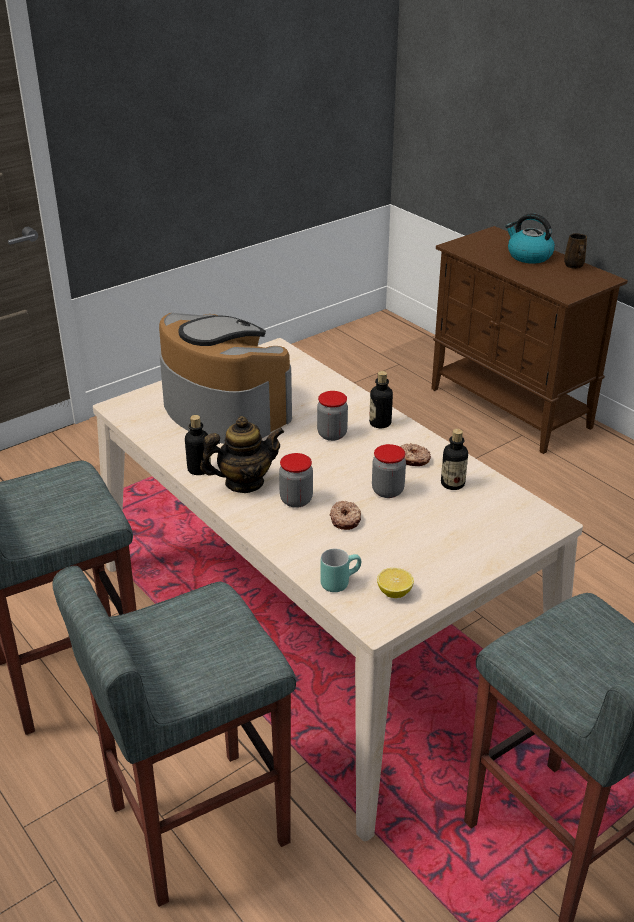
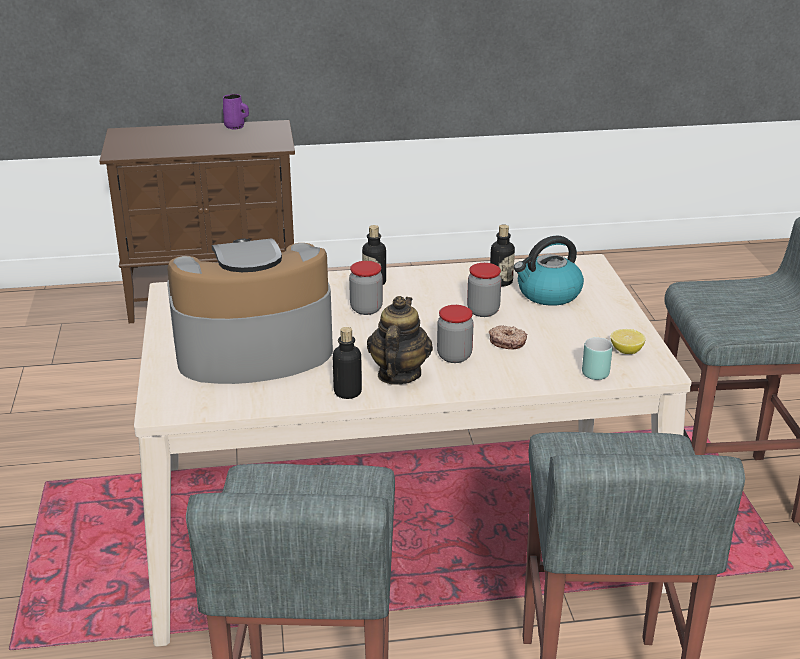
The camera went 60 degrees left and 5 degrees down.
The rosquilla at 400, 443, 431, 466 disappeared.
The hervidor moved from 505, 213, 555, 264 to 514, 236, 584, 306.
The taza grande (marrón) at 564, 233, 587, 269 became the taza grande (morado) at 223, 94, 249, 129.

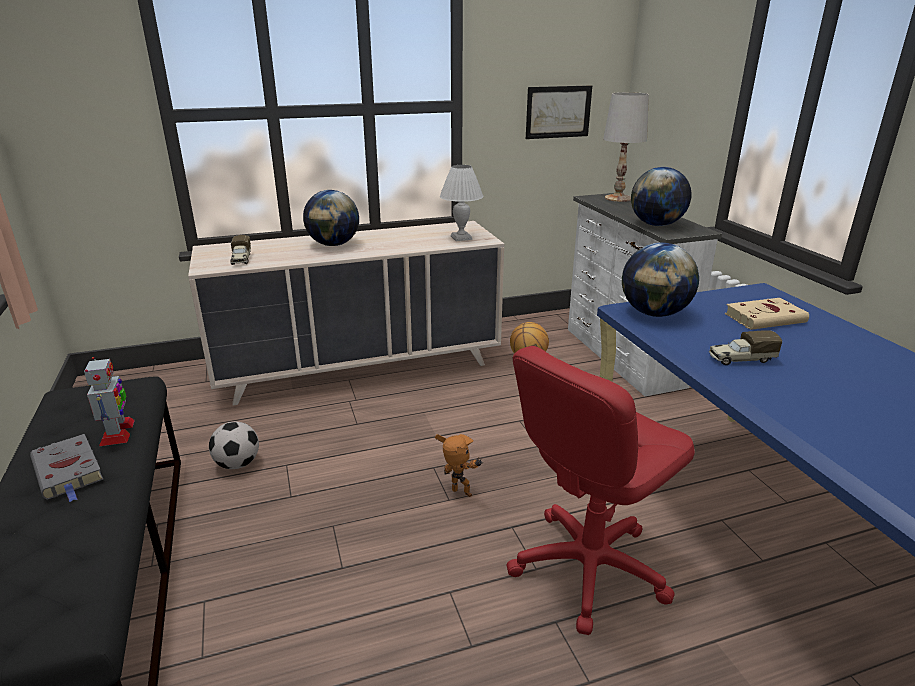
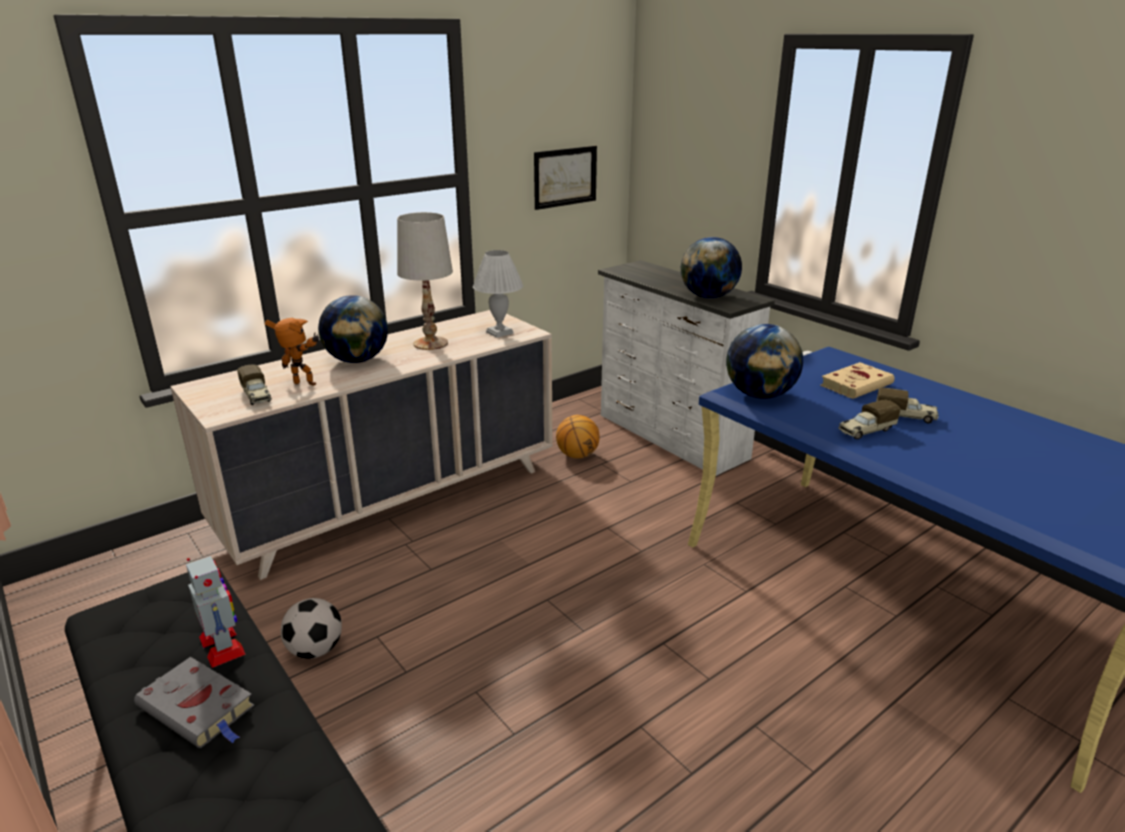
The camera went 20 degrees left and 0 degrees up.
The silla de oficina (rojo) at 507, 346, 695, 635 disappeared.
The camión de juguete at 876, 387, 939, 423 appeared.
The robot de juguete moved from 435, 434, 483, 497 to 264, 318, 321, 386.
The lámpara de mesa (blanco) moved from 603, 92, 649, 202 to 397, 212, 453, 350.

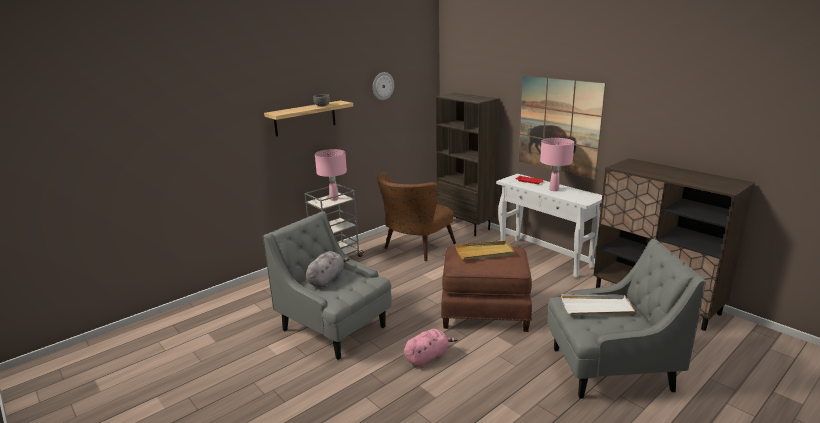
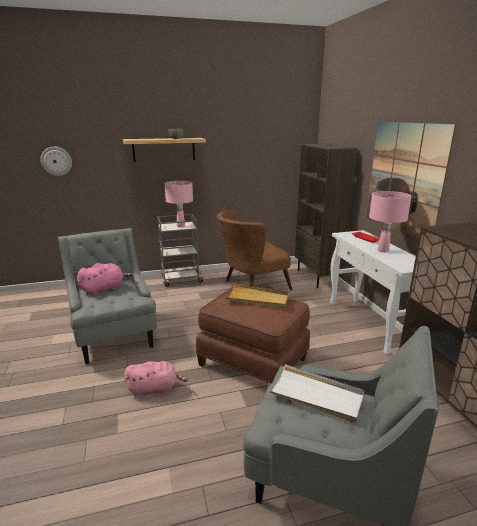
The camera went 25 degrees right and 0 degrees up.
The reloj de pared moved from 373, 72, 394, 100 to 41, 147, 72, 176.
The peluche (gris) at 306, 251, 350, 288 became the peluche (rosa) at 77, 263, 133, 295.

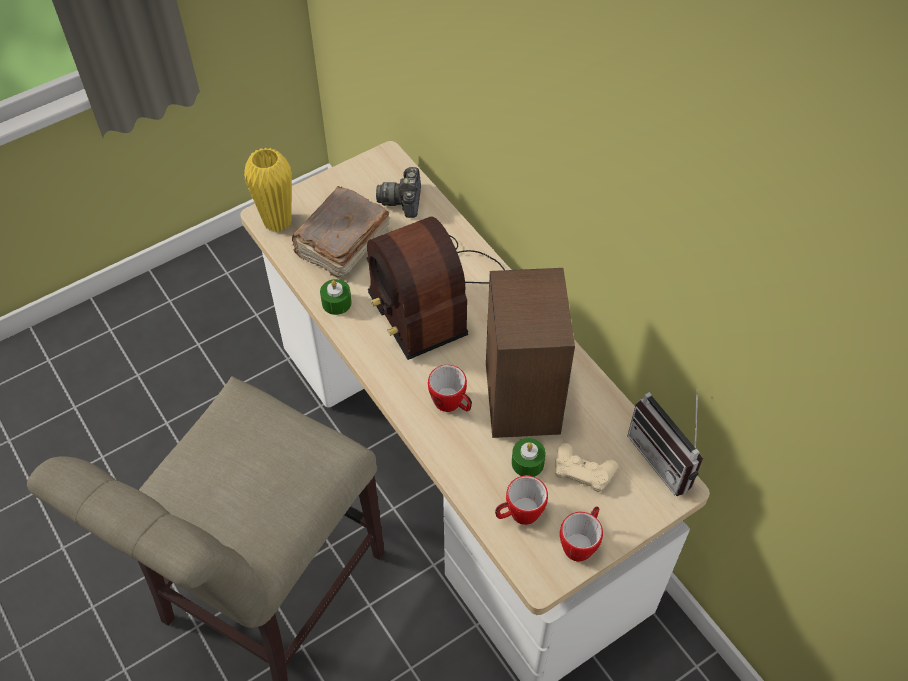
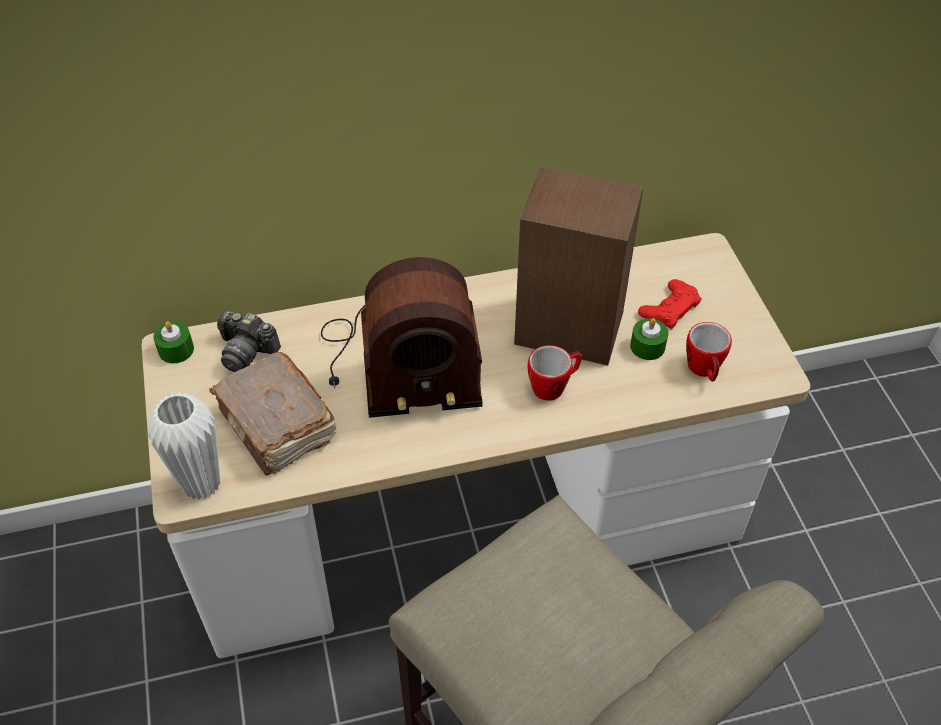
The camera went 70 degrees left and 5 degrees down.
The taza grande at 560, 507, 603, 562 disappeared.
The radio at 628, 389, 703, 496 disappeared.
The vela (verde) moved from 320, 279, 352, 315 to 153, 321, 194, 363.
The florero (amarillo) at 244, 148, 292, 232 became the florero (blanco) at 148, 392, 220, 500.
The mando de consola (beis) at 555, 443, 618, 492 became the mando de consola (rojo) at 638, 279, 702, 329.

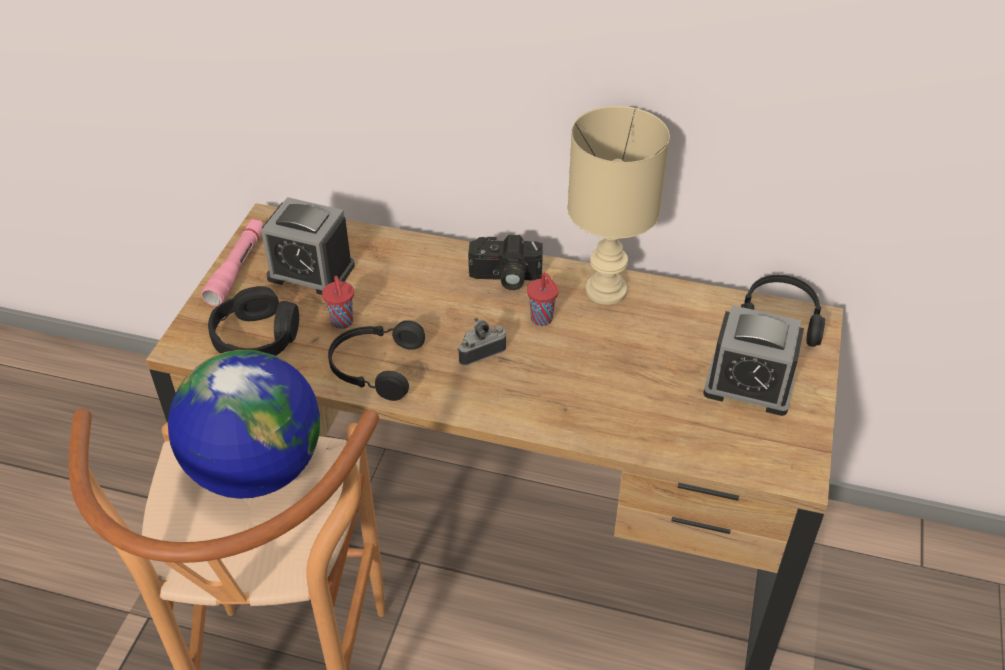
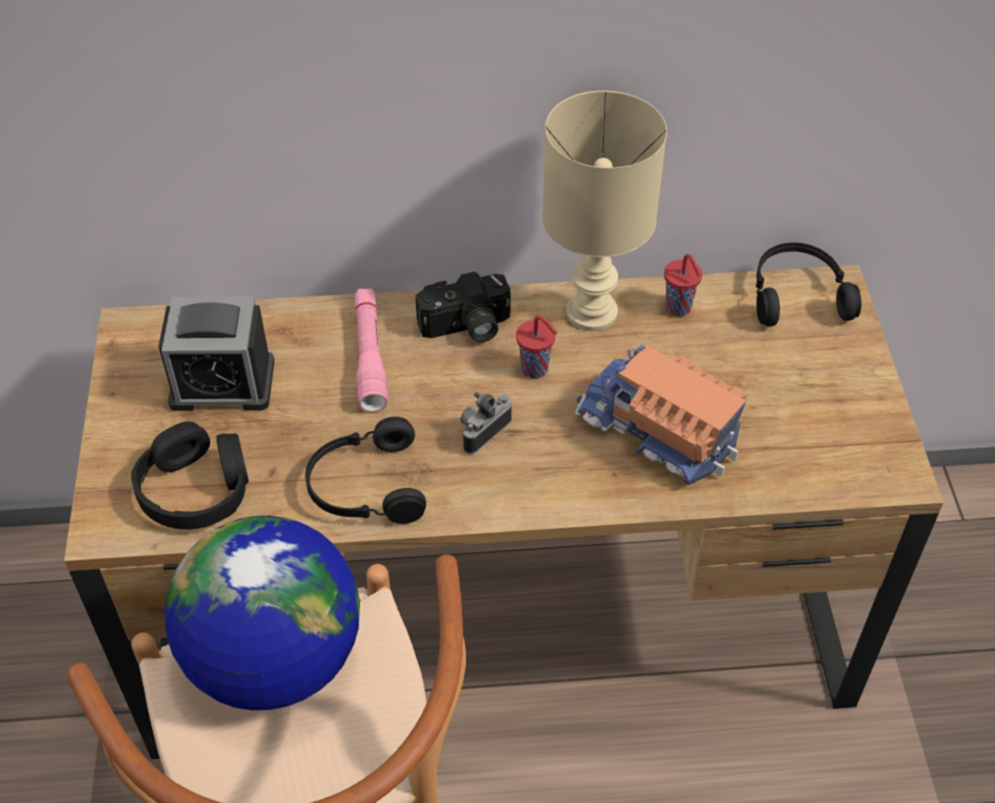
The camera went 20 degrees left and 5 degrees up.
The despertador at 703, 305, 804, 416 disappeared.
The camión de juguete at 575, 345, 747, 485 appeared.
The linterna (rosa) moved from 201, 219, 263, 306 to 355, 288, 388, 412.
The taza (rojo) moved from 322, 276, 354, 329 to 664, 254, 702, 316.

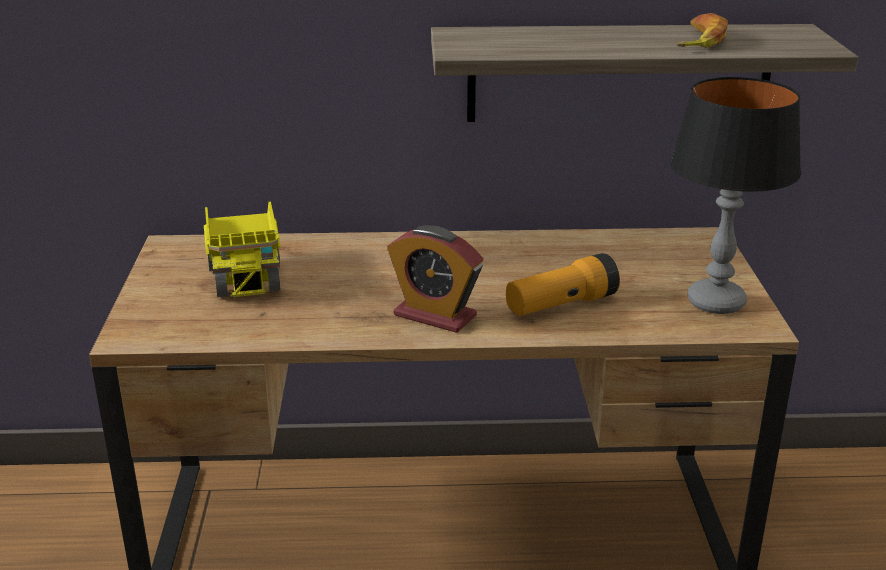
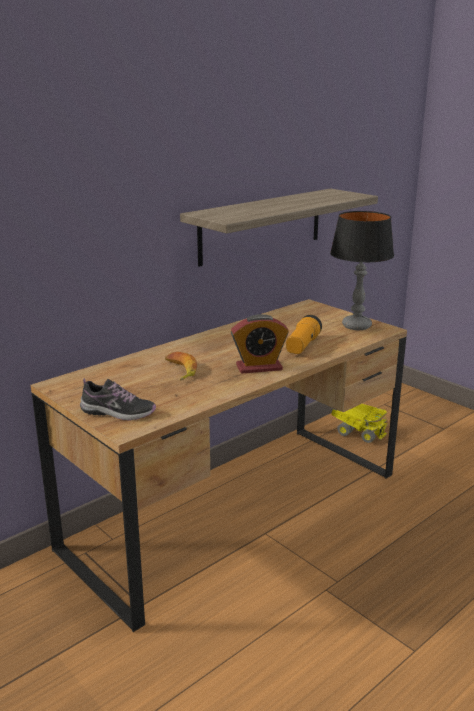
The camera went 40 degrees left and 5 degrees down.
The zapato at 80, 378, 156, 421 appeared.
The camión de juguete moved from 204, 202, 281, 299 to 331, 404, 388, 443.
The plátano moved from 676, 13, 728, 47 to 165, 352, 197, 380.

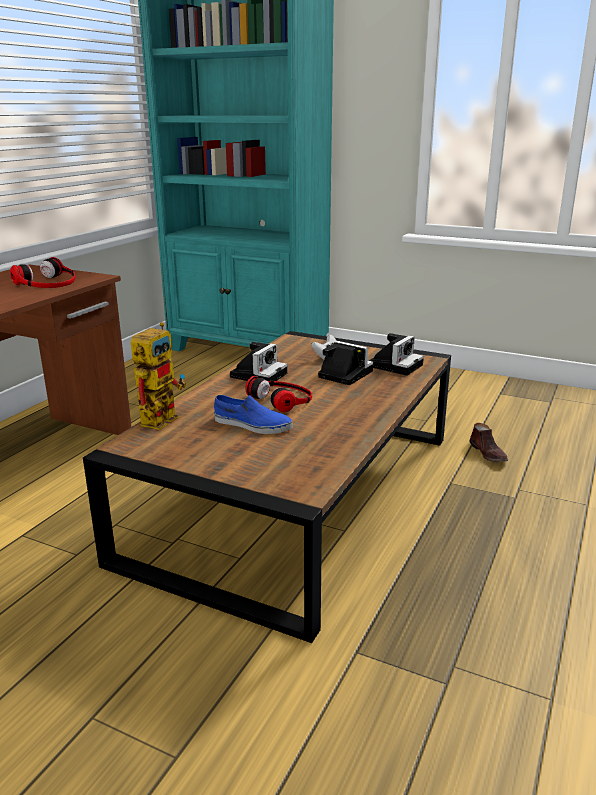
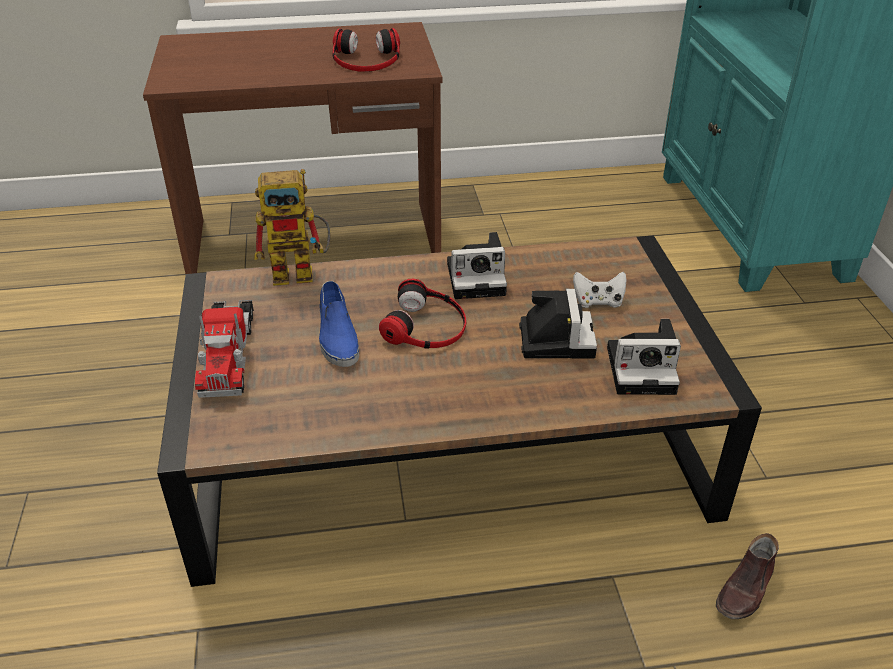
The camera went 55 degrees right and 15 degrees up.
The camión de juguete at 195, 300, 254, 398 appeared.

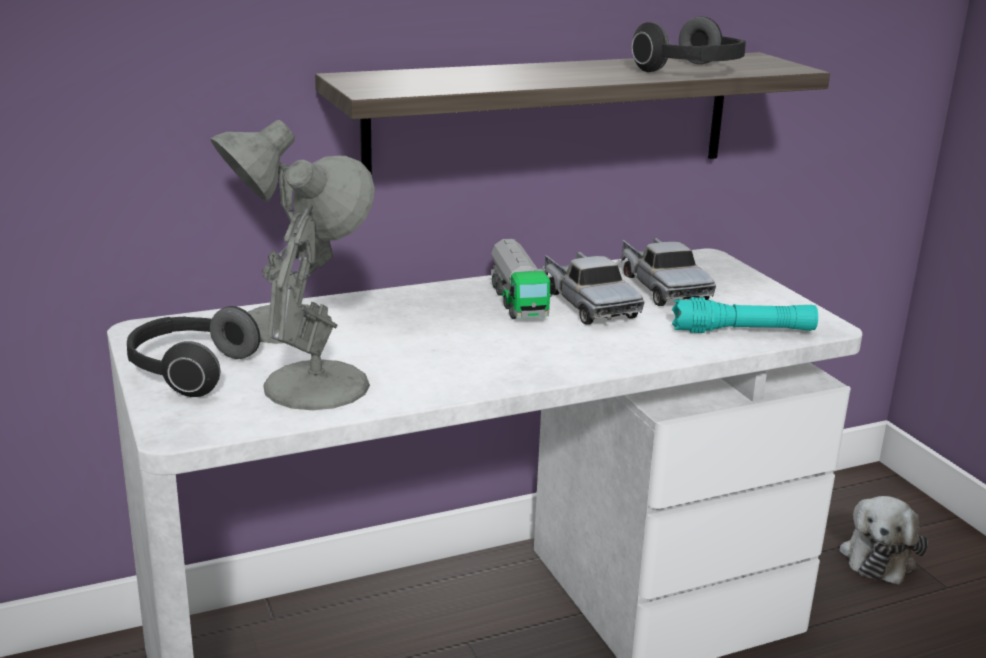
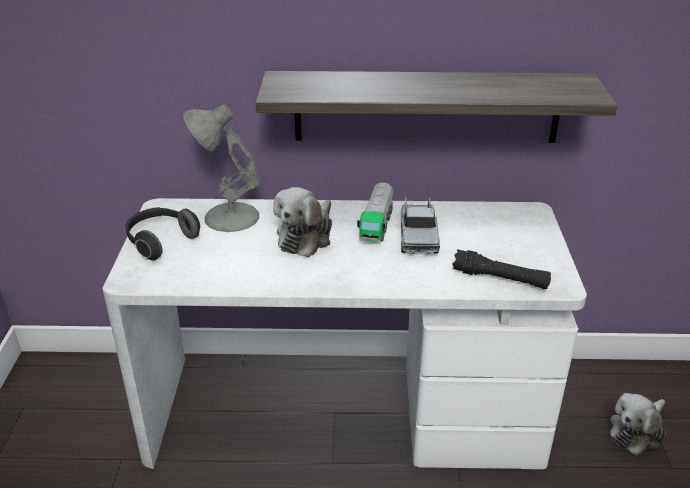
The camera went 25 degrees right and 10 degrees up.
The lámpara de mesa (gris) at 263, 156, 375, 410 disappeared.
The camión de juguete at 621, 238, 716, 306 disappeared.
The auriculares at 632, 16, 746, 72 disappeared.
The peluche at 273, 187, 332, 257 appeared.
The linterna (turquesa) at 672, 297, 818, 333 became the linterna (negro) at 452, 249, 551, 289.

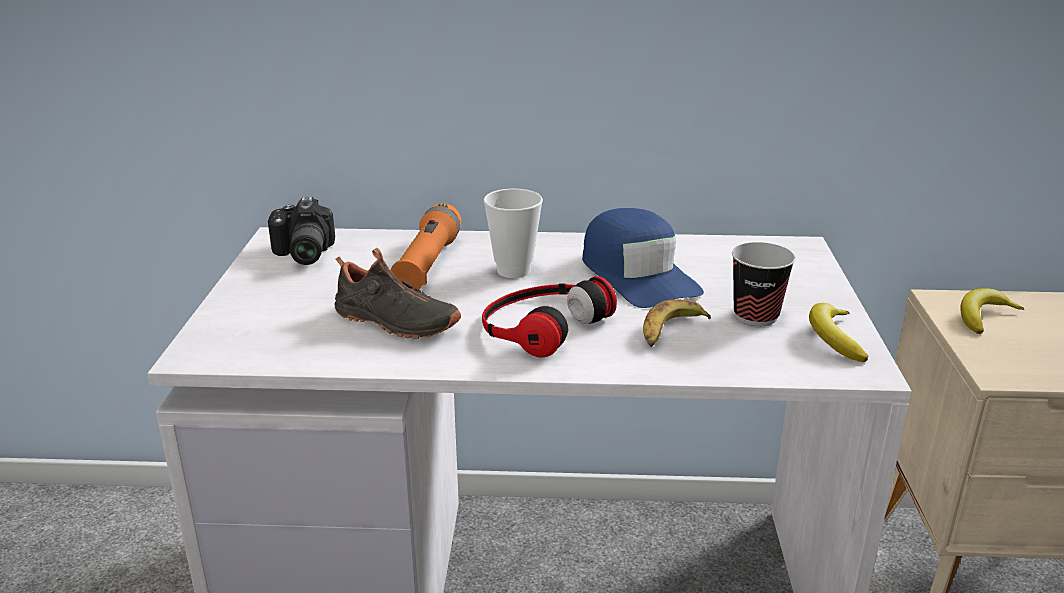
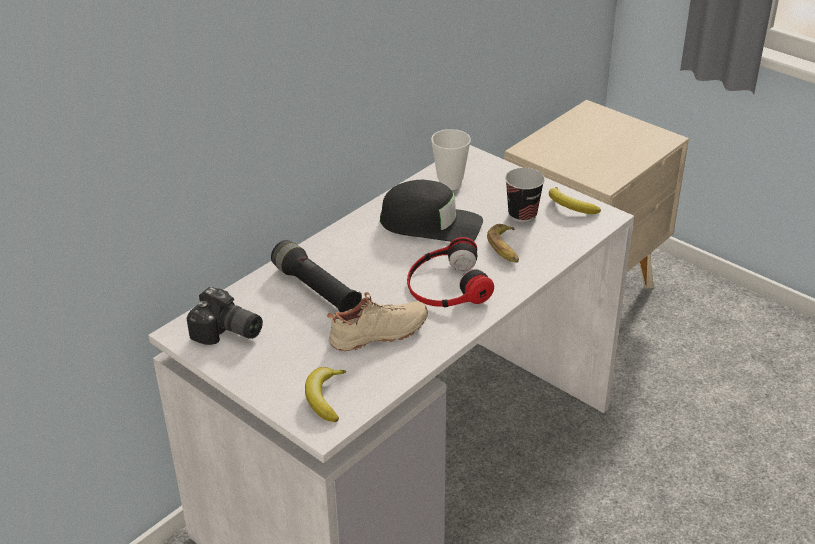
The camera went 50 degrees left and 10 degrees up.
The taza moved from 483, 189, 543, 278 to 431, 129, 471, 190.
The plátano moved from 960, 288, 1024, 334 to 305, 367, 346, 422.
The zapato (negro) at 335, 248, 461, 339 became the zapato (beis) at 327, 292, 428, 351.
The linterna (naranja) at 390, 203, 461, 290 became the linterna (negro) at 271, 240, 362, 312.
The gorra (azul) at 582, 208, 704, 308 became the gorra (negro) at 380, 180, 483, 242.

